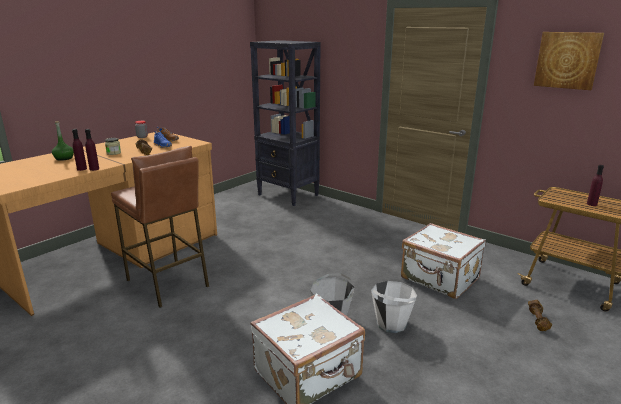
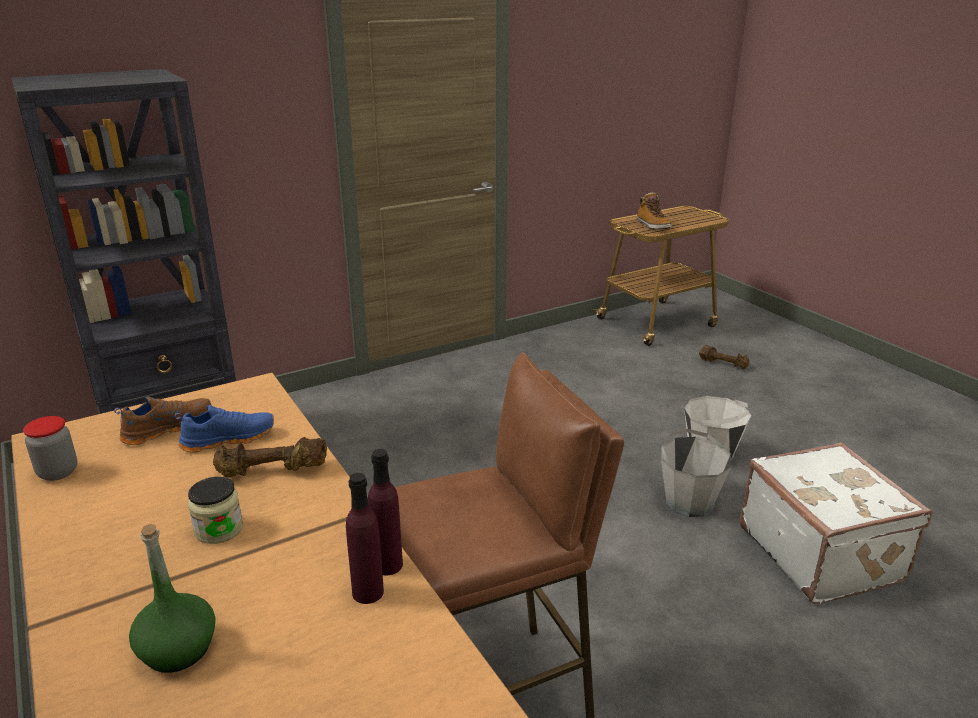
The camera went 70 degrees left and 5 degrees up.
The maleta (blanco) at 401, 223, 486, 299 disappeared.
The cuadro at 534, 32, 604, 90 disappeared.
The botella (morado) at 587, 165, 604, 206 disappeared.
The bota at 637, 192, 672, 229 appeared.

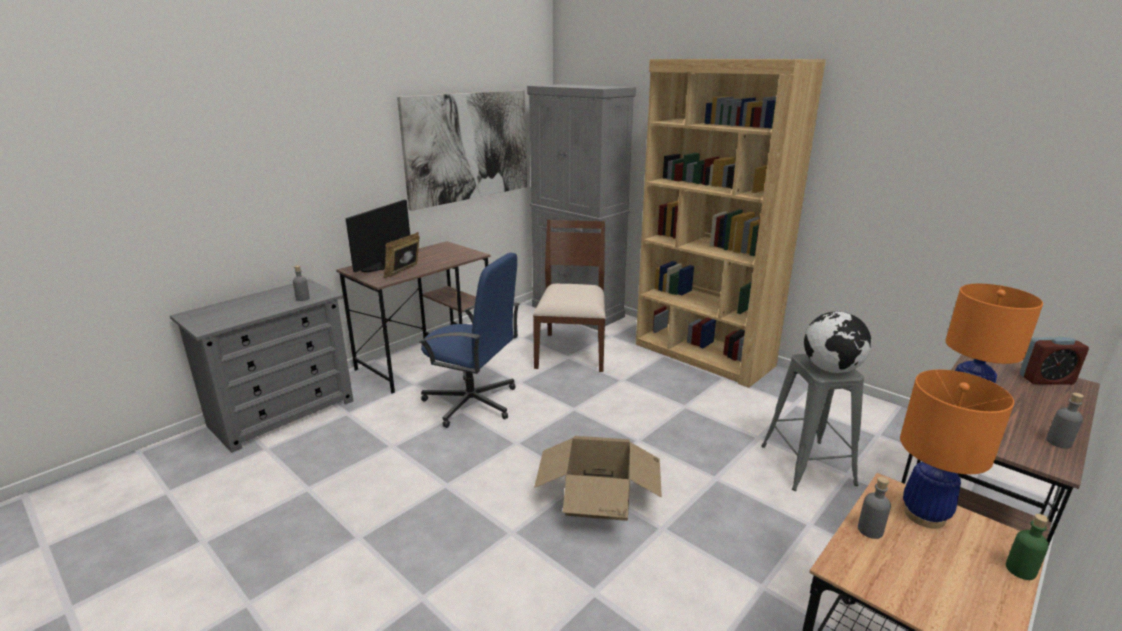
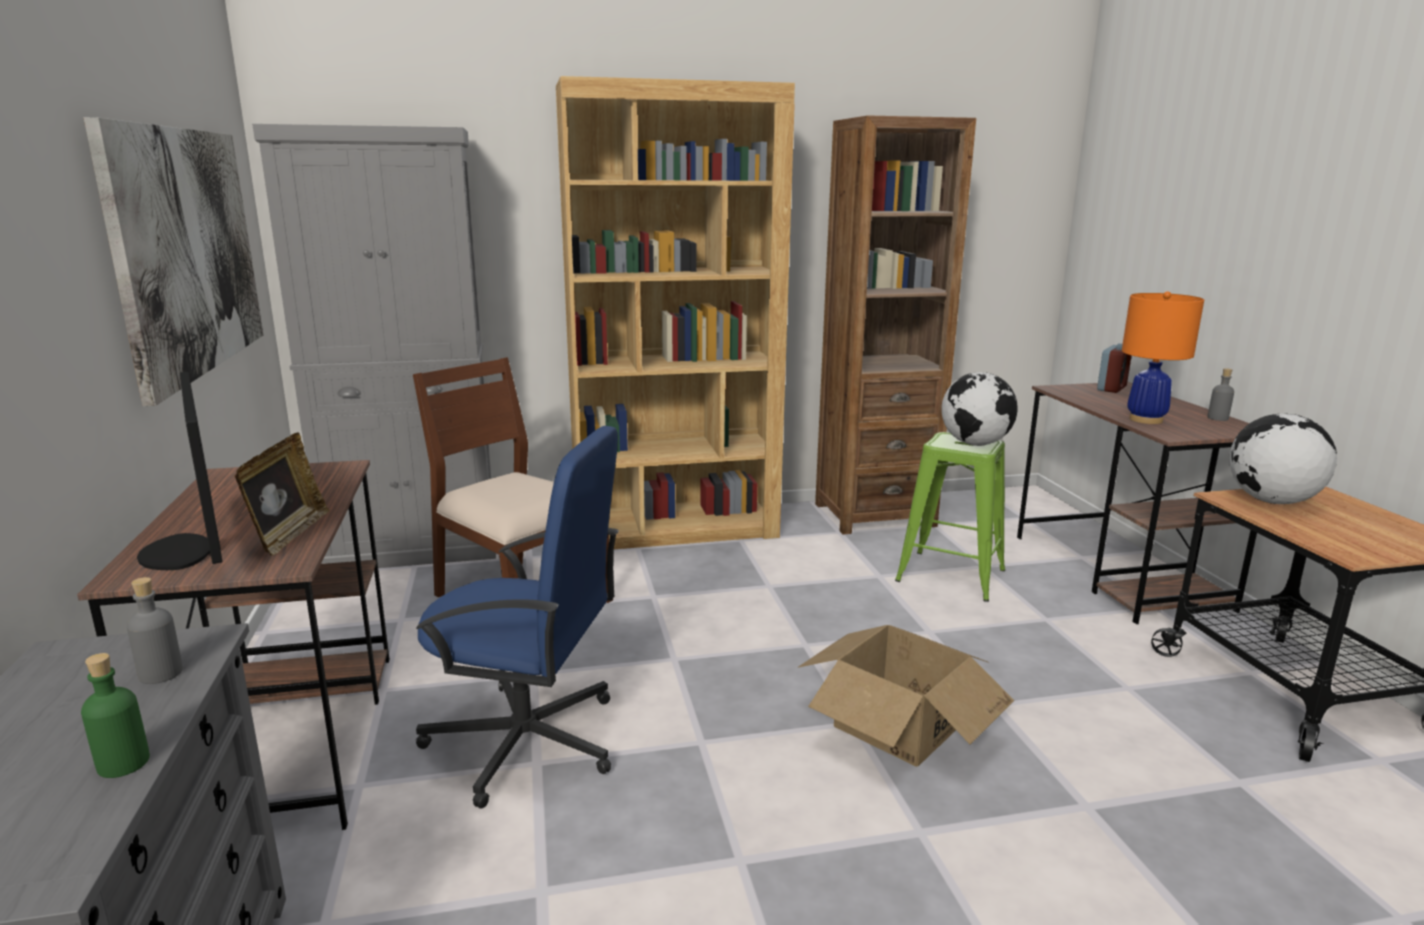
The camera went 55 degrees left and 5 degrees down.
The botella (gris) at 858, 477, 891, 539 disappeared.
The estantería (marrón) at 815, 115, 976, 534 appeared.
The botella (verde) moved from 1006, 514, 1049, 580 to 81, 653, 150, 778.
The lámpara de mesa (naranja) at 900, 370, 1014, 529 was replaced by the globo terráqueo at 1229, 414, 1337, 504.
The taburete (gris) at 761, 354, 864, 491 became the taburete (verde) at 895, 432, 1005, 602.
The portarretratos at 383, 232, 420, 278 turned 150 degrees counterclockwise.
The silla de oficina (azul) at 419, 253, 520, 428 turned 45 degrees clockwise.

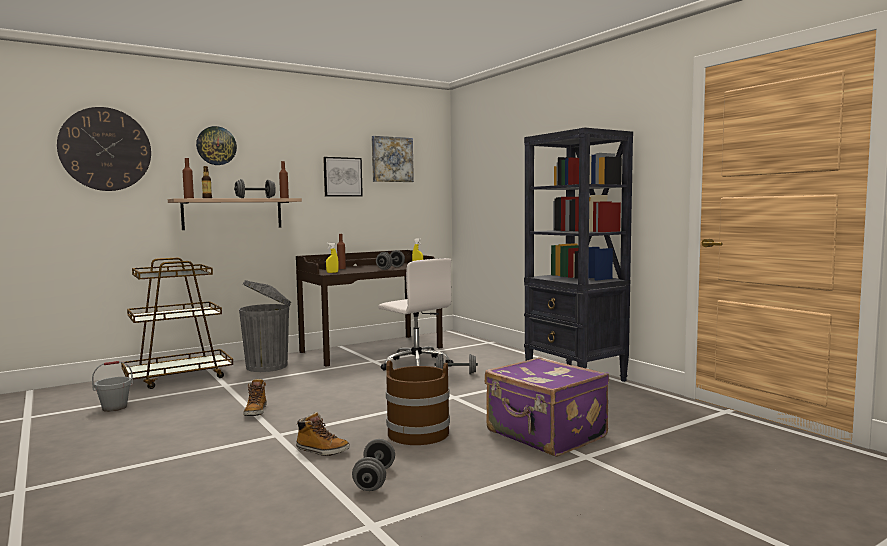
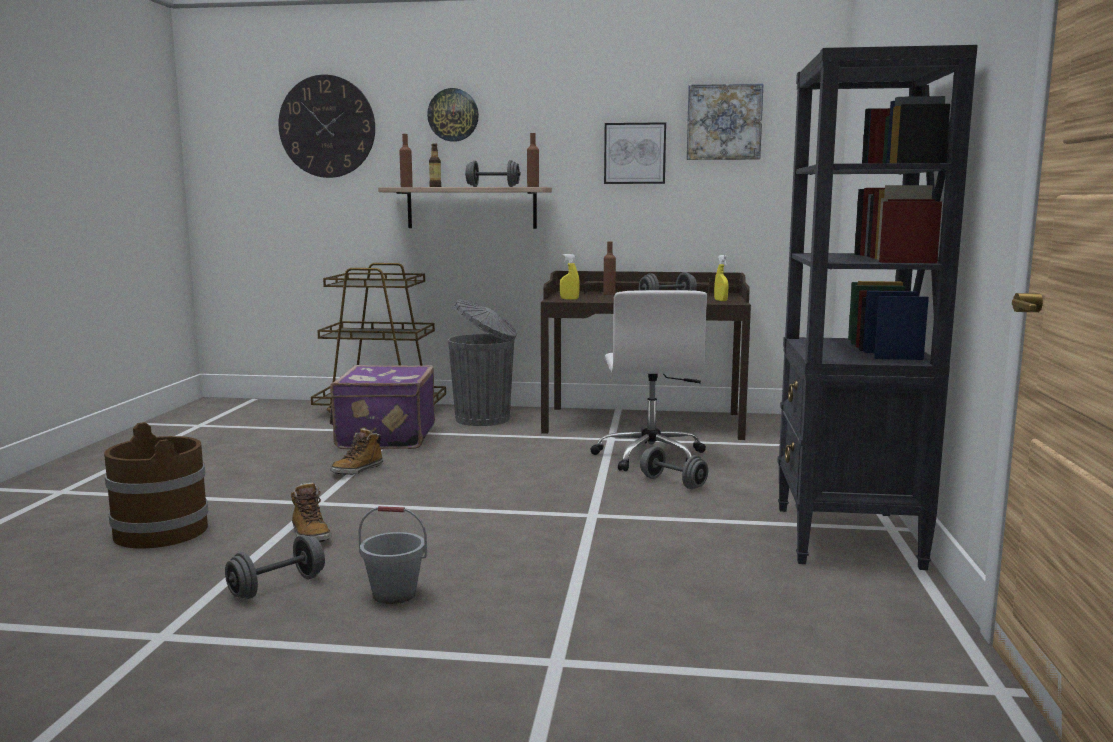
The camera went 40 degrees right and 5 degrees up.
The cubo (gris) moved from 92, 361, 133, 412 to 358, 506, 427, 604.
The cubo (marrón) moved from 386, 360, 450, 445 to 104, 422, 208, 548.
The maleta (morado) moved from 485, 357, 609, 457 to 330, 365, 435, 449.

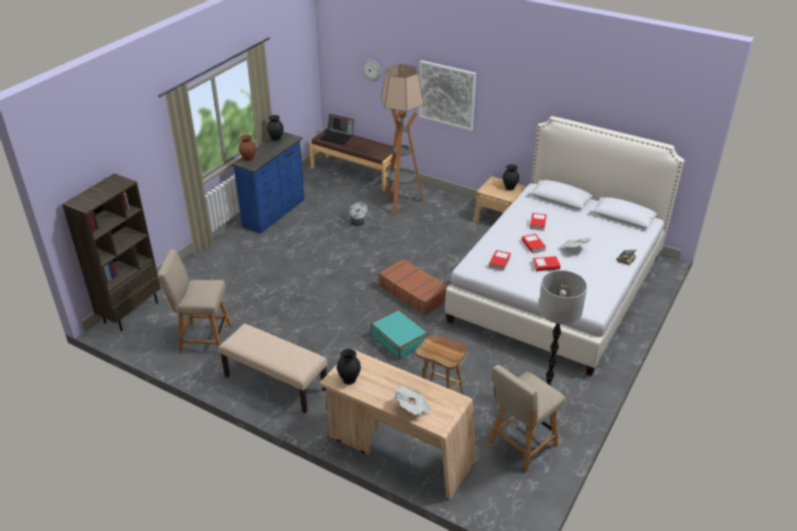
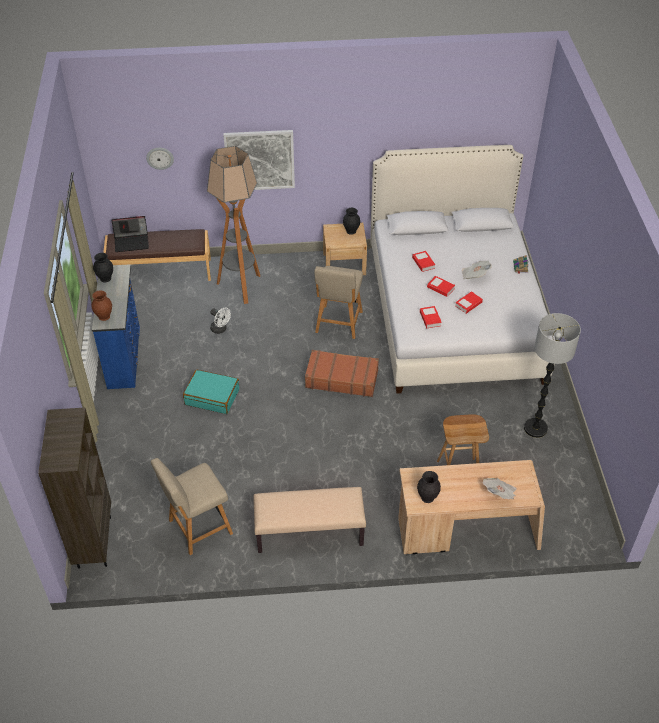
The camera went 35 degrees left and 10 degrees up.
The maleta (turquesa) moved from 371, 310, 428, 360 to 183, 370, 239, 414.
The silla (beis) moved from 488, 365, 565, 472 to 314, 266, 363, 339.

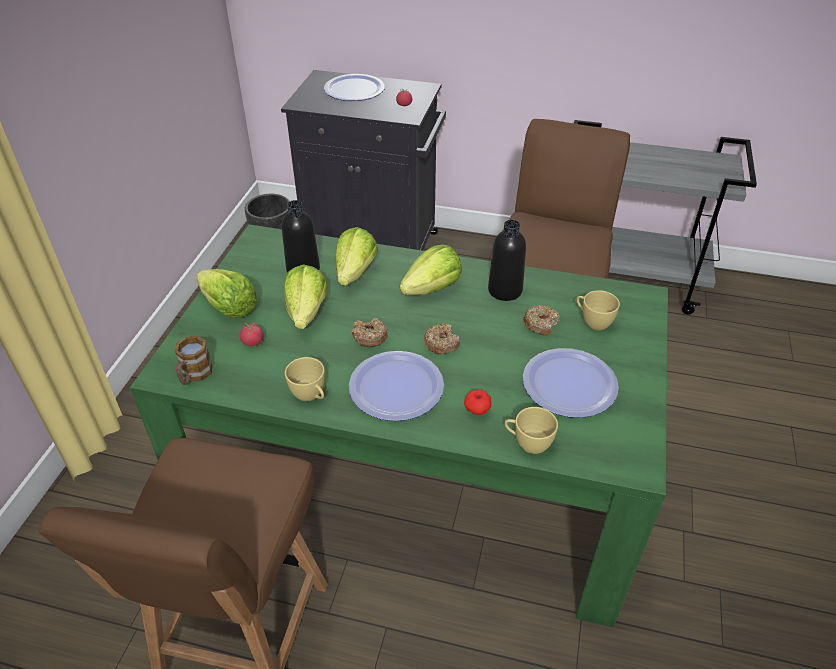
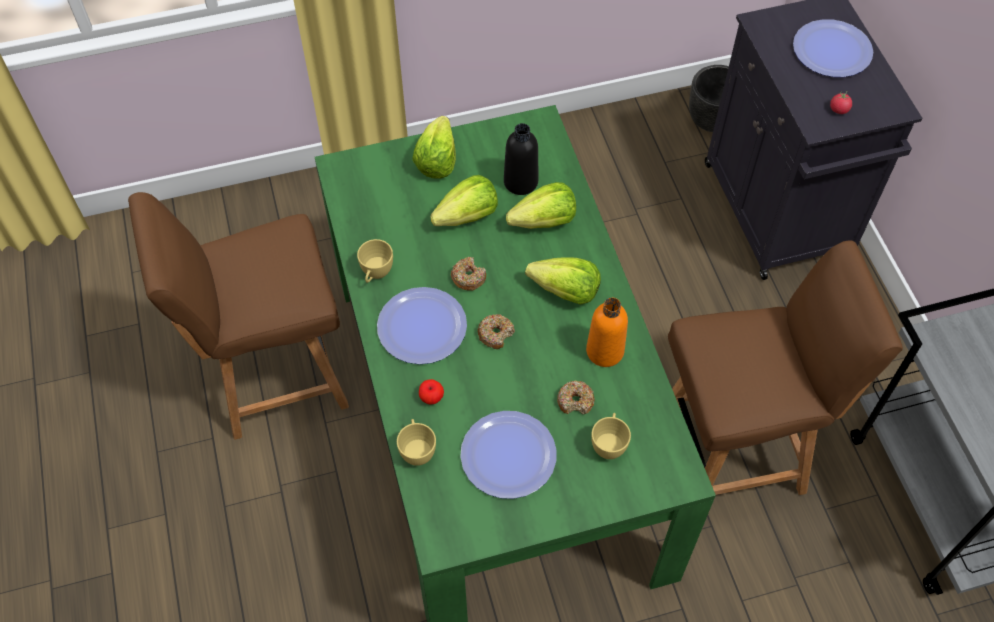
The camera went 60 degrees right and 15 degrees up.
The taza grande at 175, 336, 212, 385 disappeared.
The tomate at 240, 322, 263, 346 disappeared.
The botella (negro) at 488, 220, 526, 301 became the botella (naranja) at 586, 297, 628, 367.

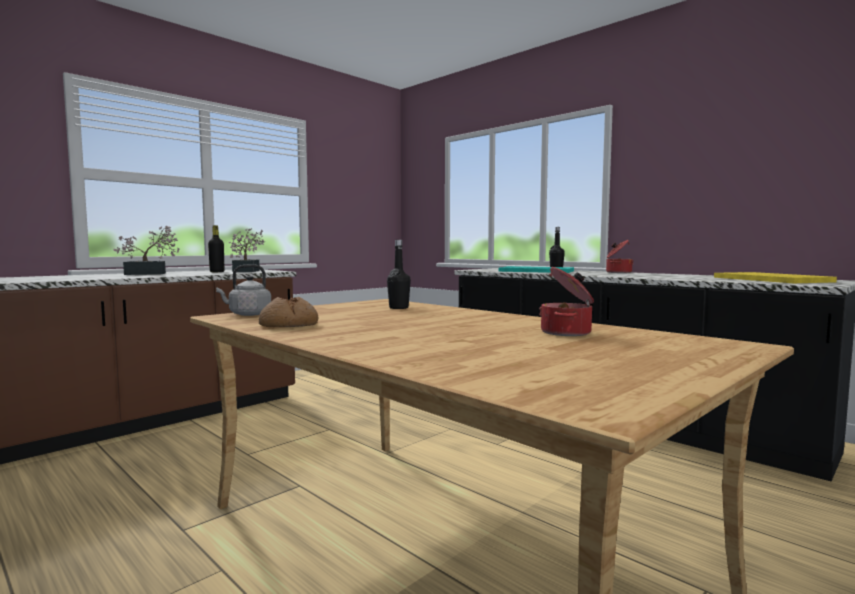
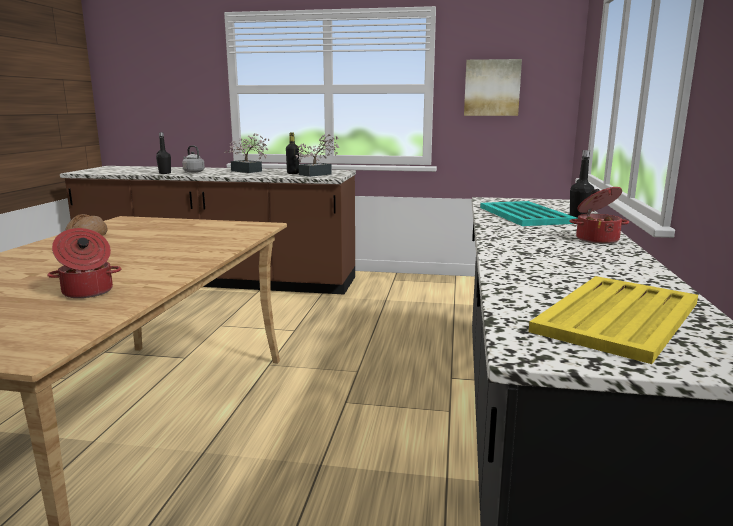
The camera went 55 degrees right and 10 degrees up.
The cuadro at 464, 59, 522, 116 appeared.
The hervidor (gris) moved from 216, 264, 271, 316 to 182, 145, 205, 173.
The botella (negro) moved from 387, 240, 411, 309 to 156, 132, 171, 174.

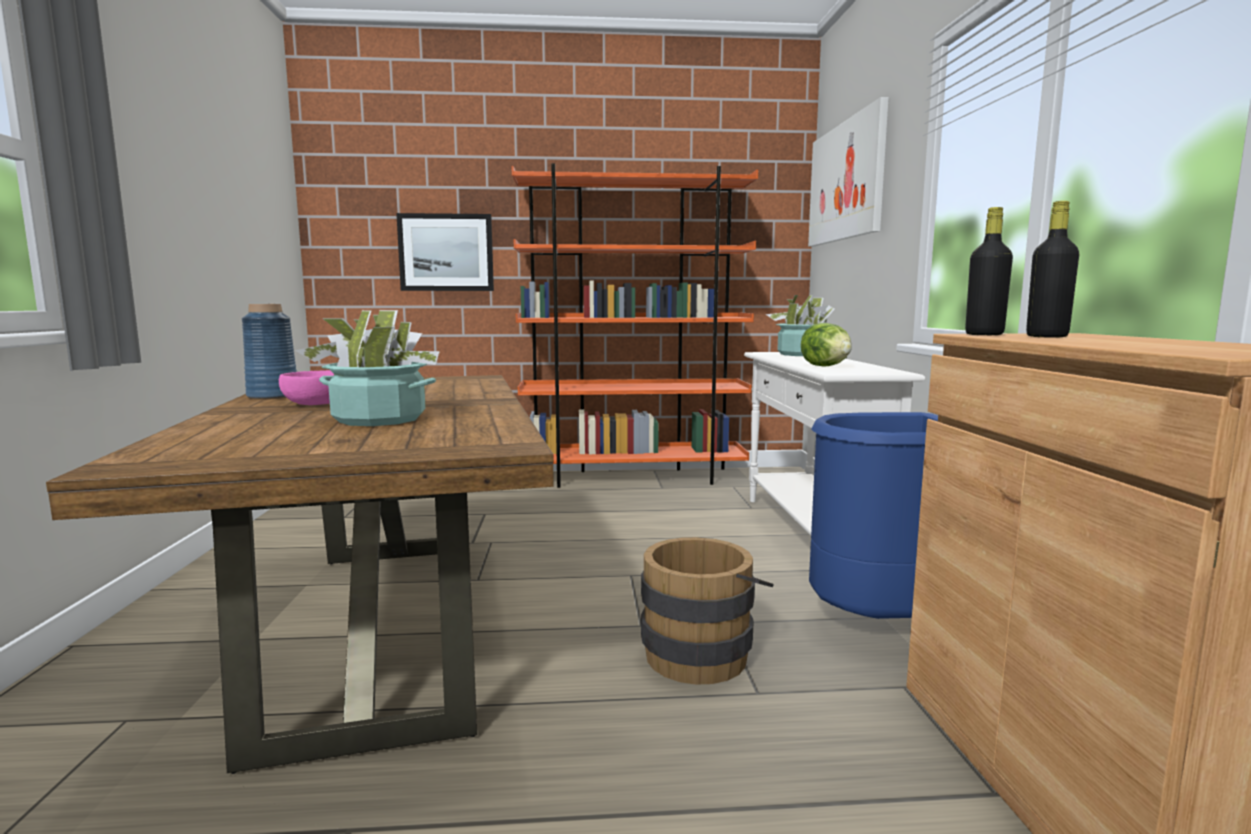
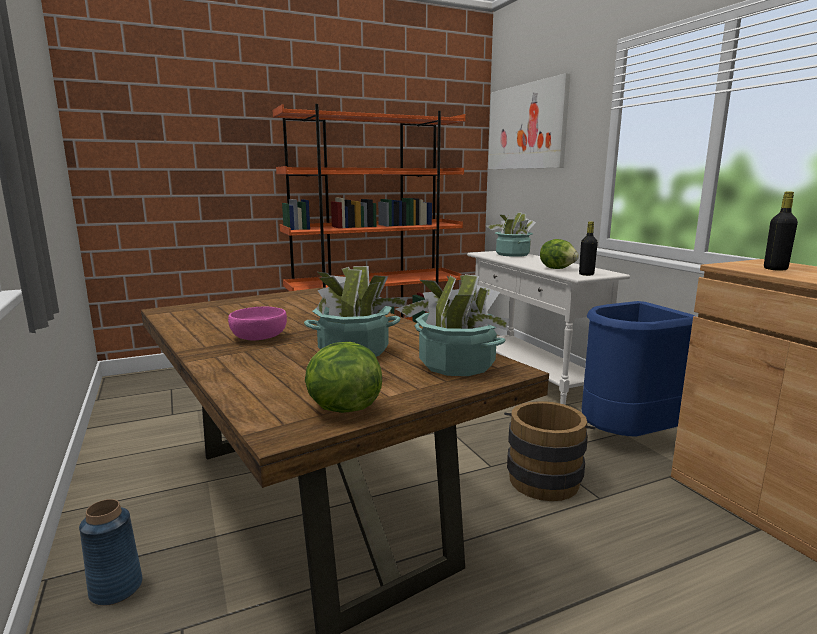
The camera went 20 degrees left and 5 degrees up.
The cuadro at 396, 213, 494, 291 disappeared.
The lechuga at 305, 342, 382, 413 appeared.
The planta en maceta at 396, 274, 510, 376 appeared.
The florero (azul) moved from 242, 304, 297, 400 to 79, 499, 143, 606.
The botella (negro) moved from 965, 207, 1013, 335 to 579, 221, 598, 276.

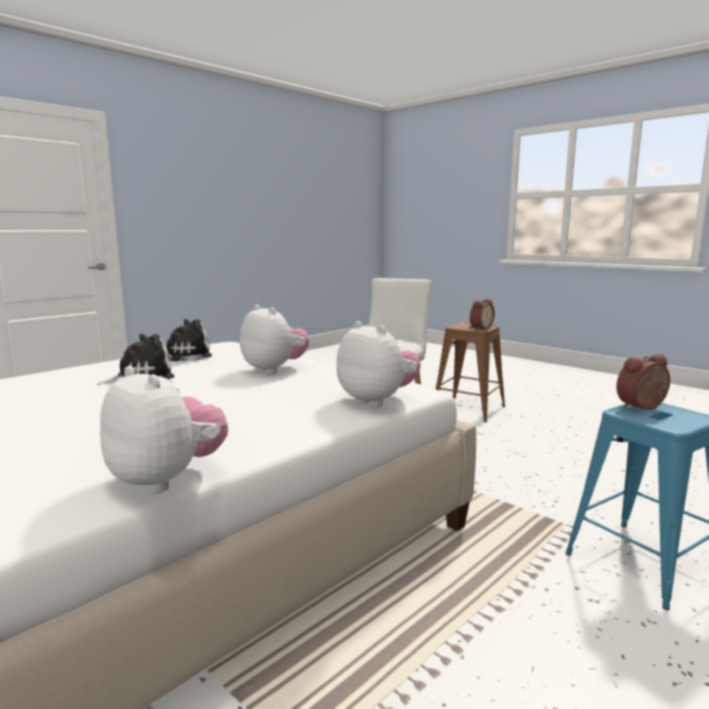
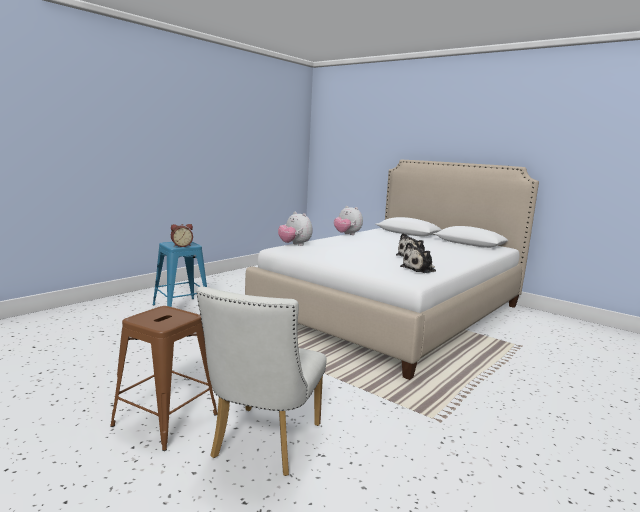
The camera went 175 degrees right and 0 degrees up.
The peluche at 240, 304, 309, 374 disappeared.
The despertador at 470, 299, 495, 330 disappeared.

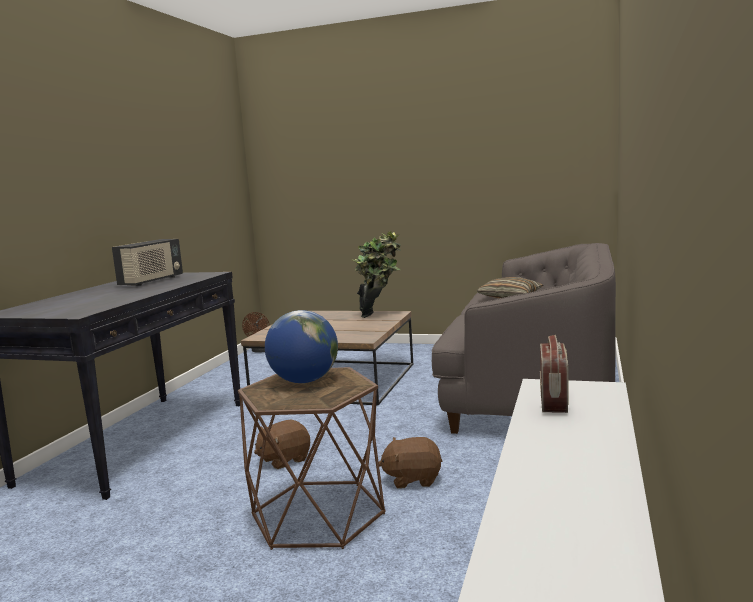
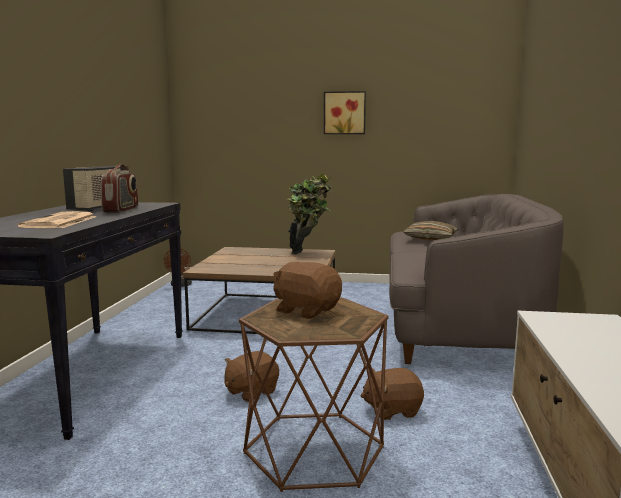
The camera went 10 degrees left and 0 degrees up.
The periódico at 18, 211, 97, 228 appeared.
The cuadro at 324, 91, 366, 134 appeared.
The radio moved from 540, 335, 569, 413 to 101, 164, 138, 213.
The globo terráqueo at 265, 310, 338, 383 was replaced by the peluche (marrón) at 273, 262, 342, 319.

